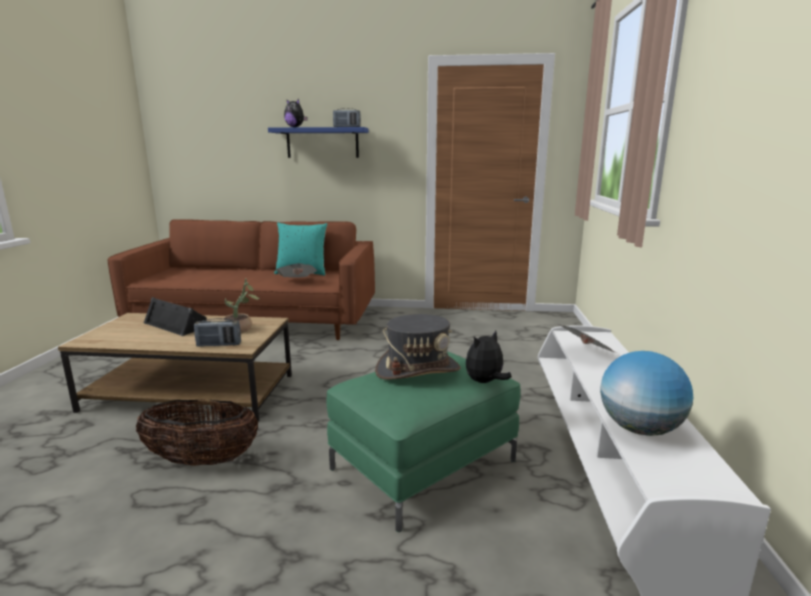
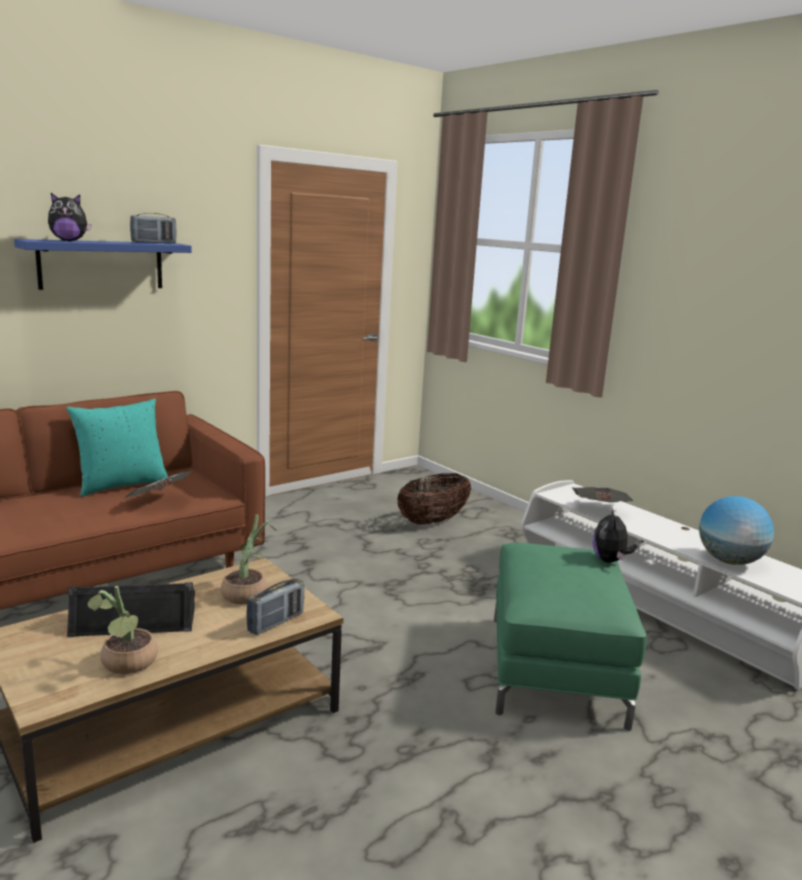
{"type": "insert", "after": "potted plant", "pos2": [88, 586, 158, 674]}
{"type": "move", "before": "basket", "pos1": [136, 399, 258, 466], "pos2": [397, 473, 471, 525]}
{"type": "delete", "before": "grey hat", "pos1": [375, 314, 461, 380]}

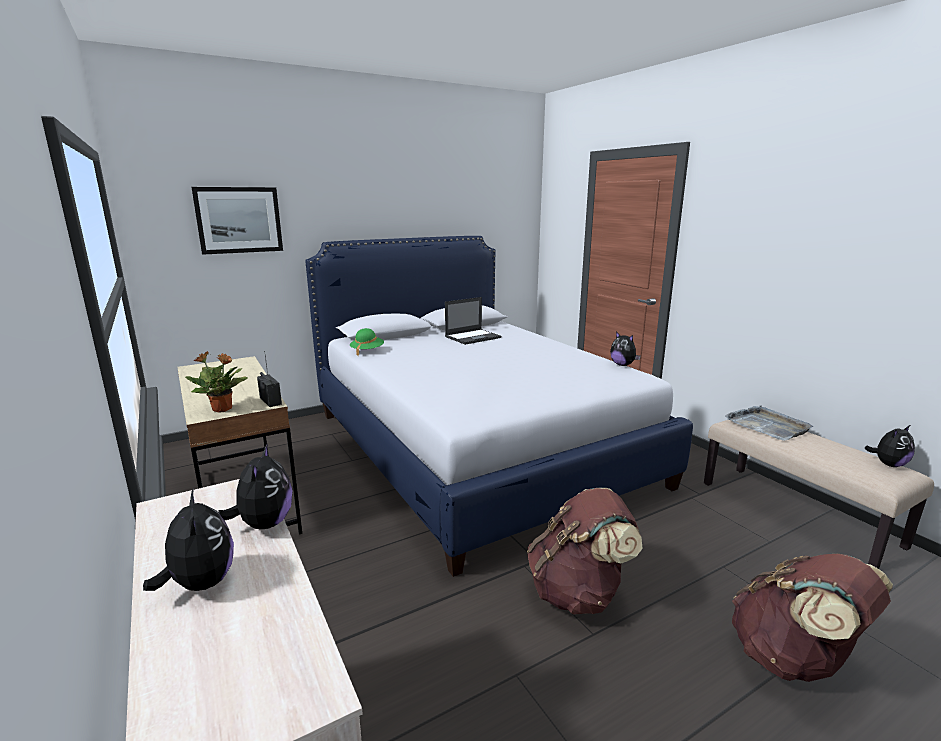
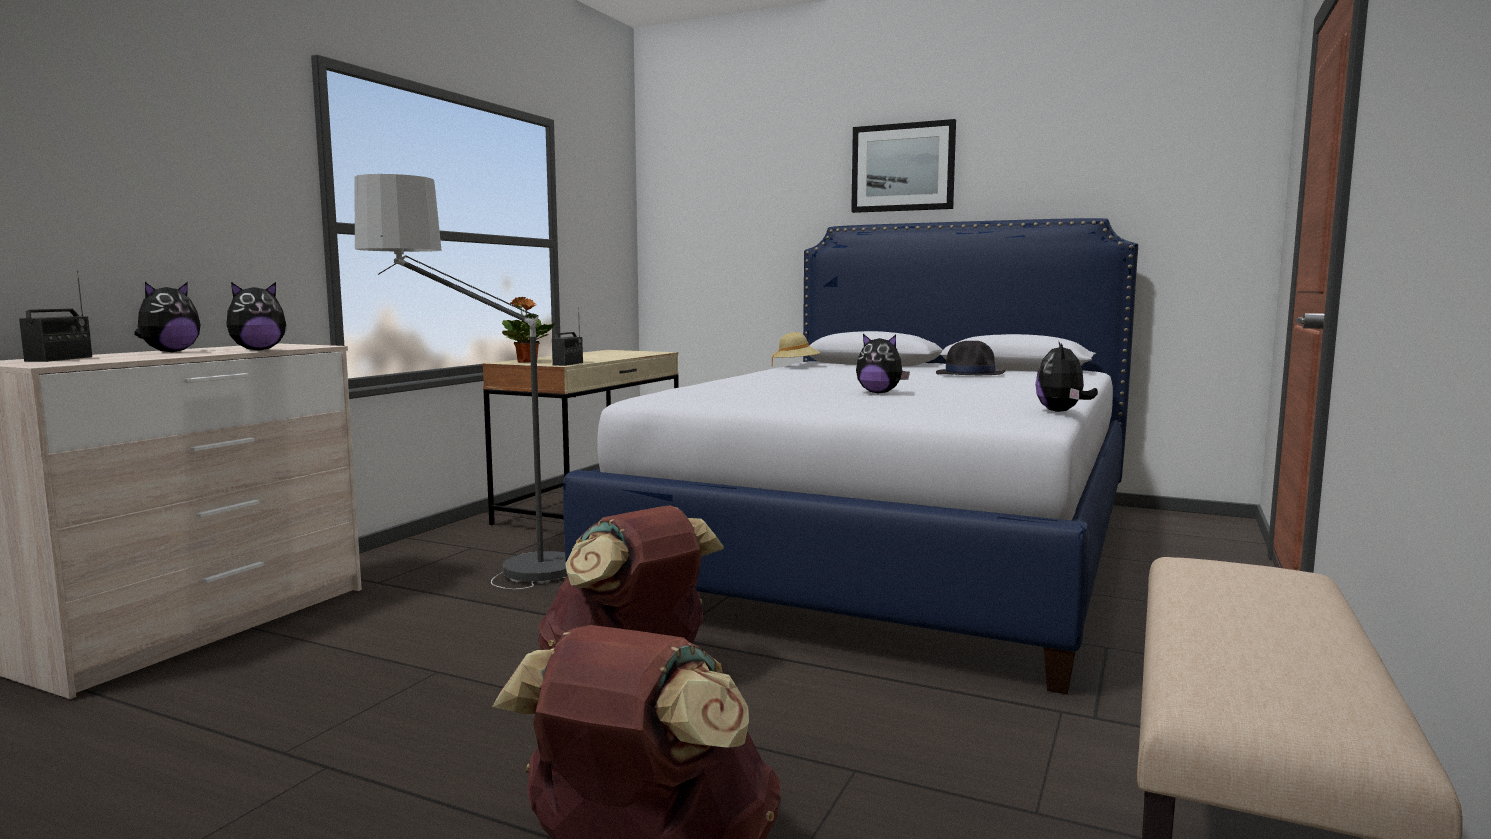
{"type": "insert", "after": "radio", "pos2": [19, 271, 92, 362]}
{"type": "insert", "after": "floor lamp", "pos2": [354, 174, 567, 589]}
{"type": "recolor", "before": "green hat", "after": "beige hat", "pos1": [350, 328, 384, 356], "pos2": [772, 332, 821, 366]}
{"type": "move", "before": "picture", "pos1": [191, 187, 283, 255], "pos2": [851, 119, 956, 213]}
{"type": "move", "before": "plush toy", "pos1": [865, 425, 915, 467], "pos2": [856, 334, 910, 394]}
{"type": "replace", "before": "laptop", "after": "black hat", "pos1": [445, 297, 501, 345], "pos2": [936, 341, 1005, 375]}
{"type": "delete", "before": "grey tray", "pos1": [725, 405, 813, 441]}

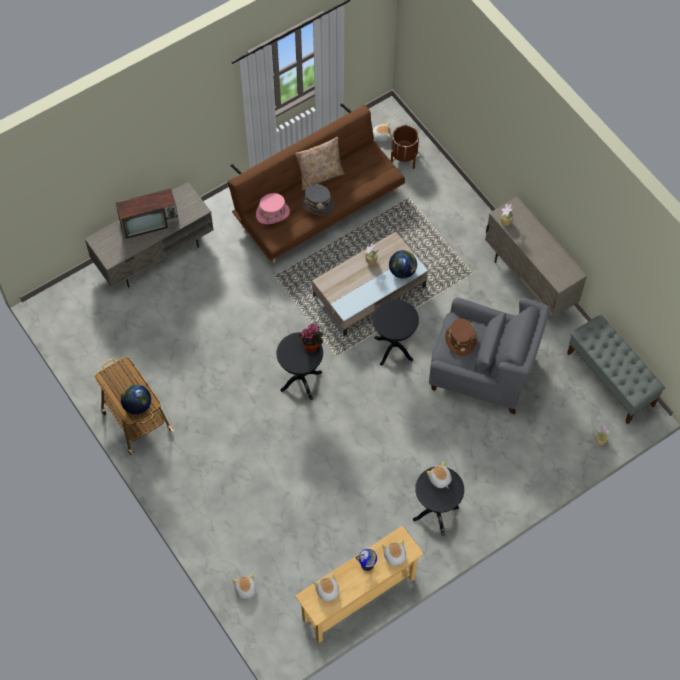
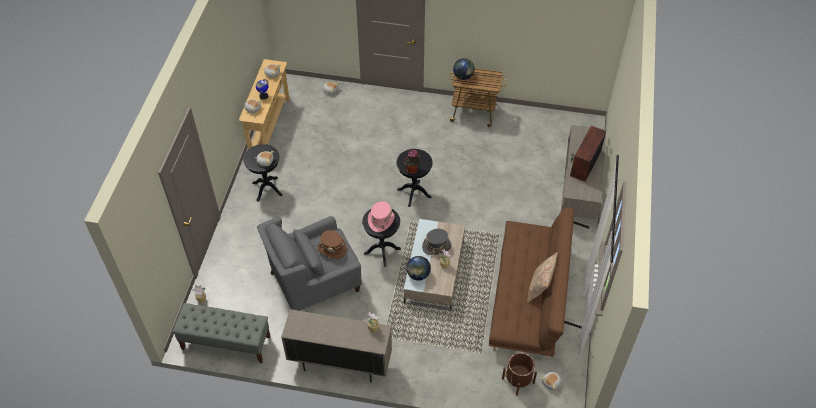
{"type": "move", "before": "pink hat", "pos1": [256, 193, 290, 224], "pos2": [368, 202, 395, 232]}
{"type": "move", "before": "grey hat", "pos1": [301, 184, 335, 215], "pos2": [422, 229, 452, 255]}

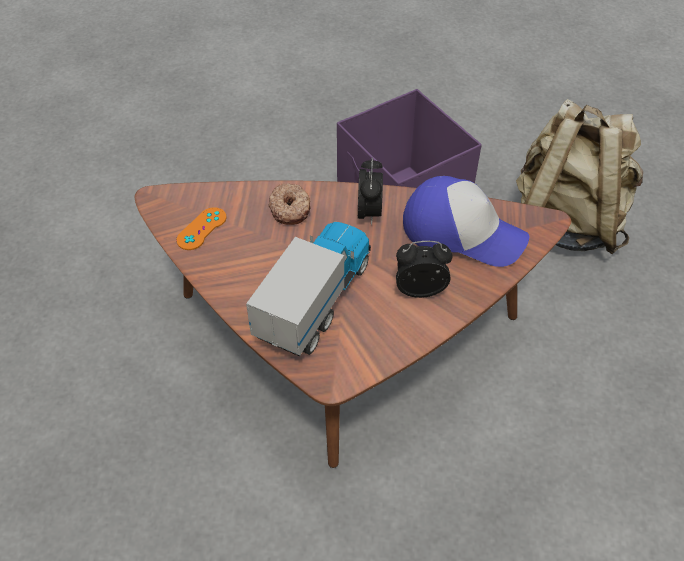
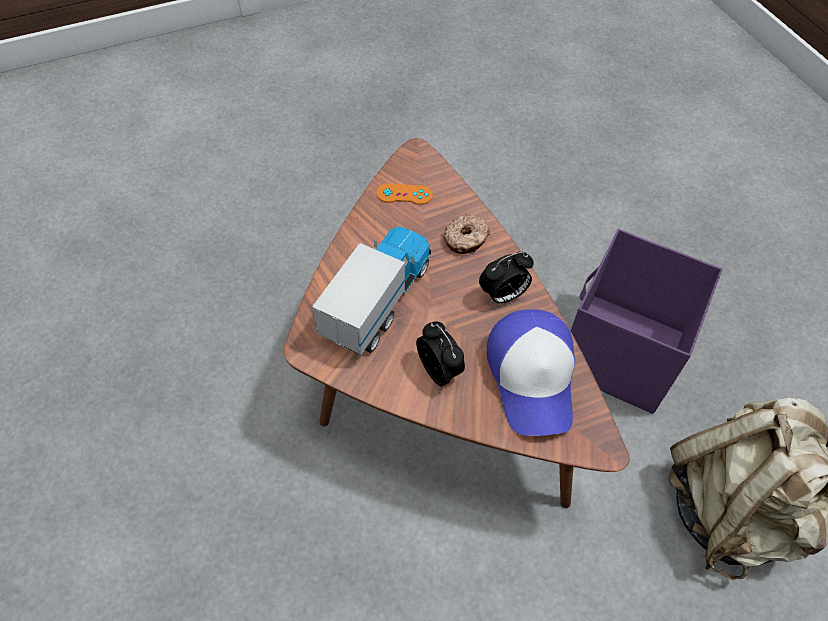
{"type": "rotate", "before": "toy truck", "pos1": [246, 222, 371, 356], "pos2": [312, 227, 431, 355], "turn": -60}

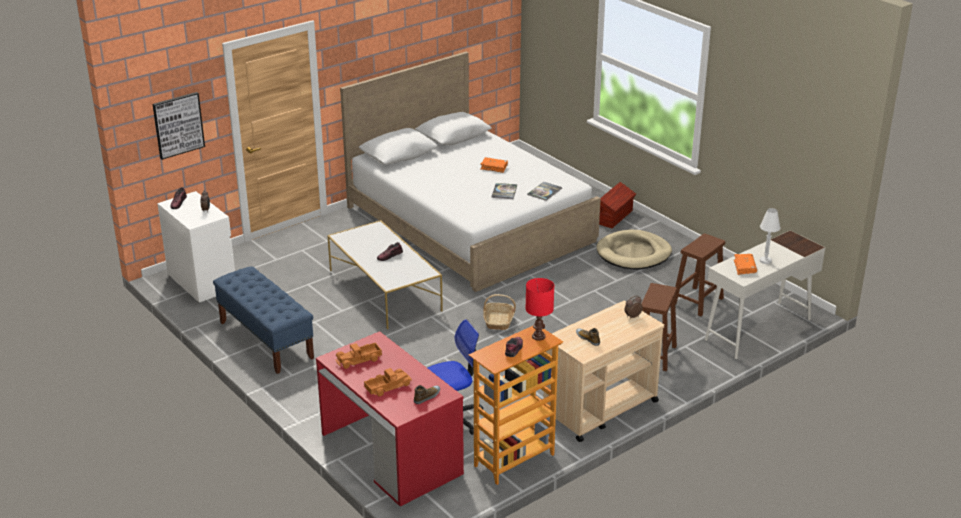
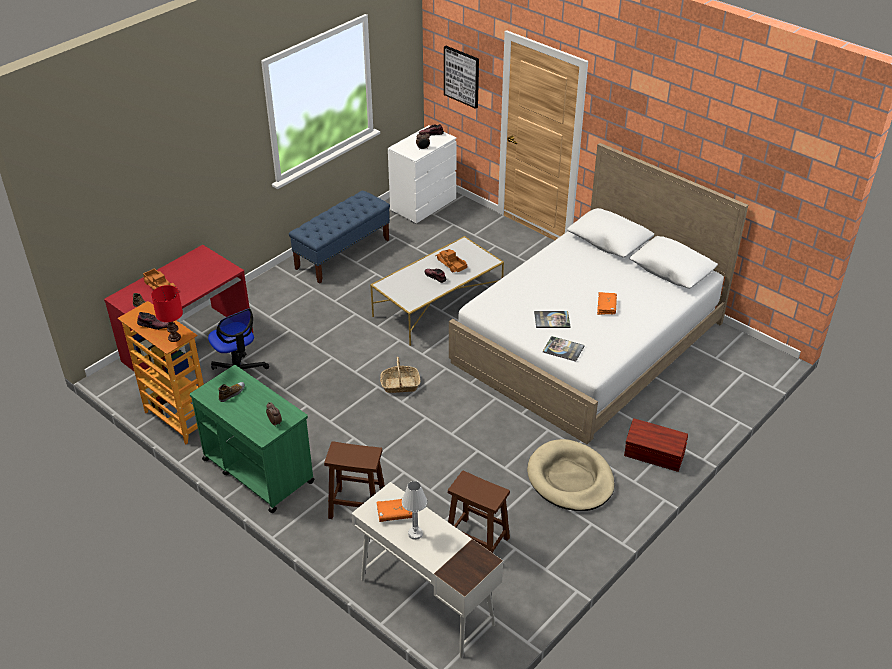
{"type": "recolor", "before": "beige cart", "after": "green cart", "pos1": [544, 301, 664, 442], "pos2": [190, 365, 315, 513]}
{"type": "move", "before": "toy truck", "pos1": [335, 342, 382, 369], "pos2": [435, 249, 467, 272]}

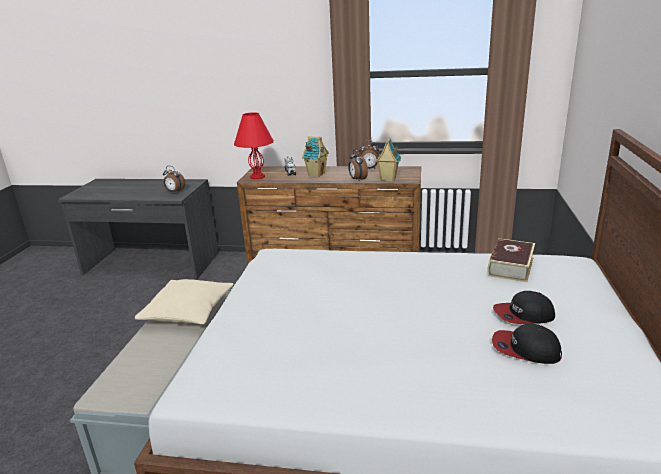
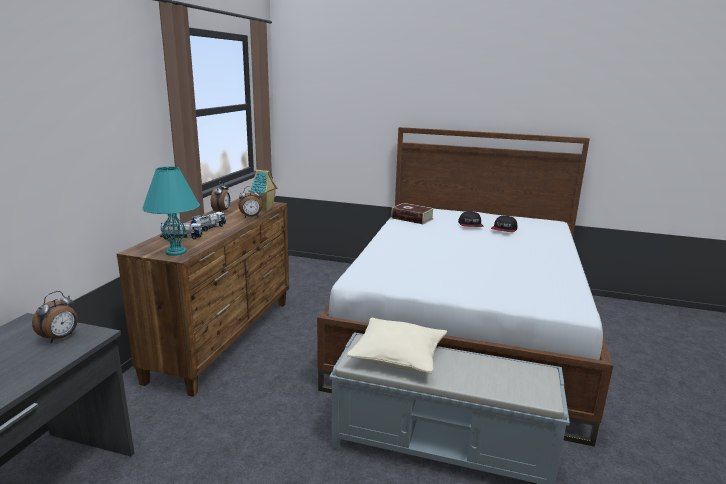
{"type": "recolor", "before": "red table lamp", "after": "turquoise table lamp", "pos1": [234, 112, 274, 179], "pos2": [142, 166, 200, 256]}
{"type": "replace", "before": "toy house", "after": "toy truck", "pos1": [302, 136, 329, 177], "pos2": [191, 212, 226, 232]}

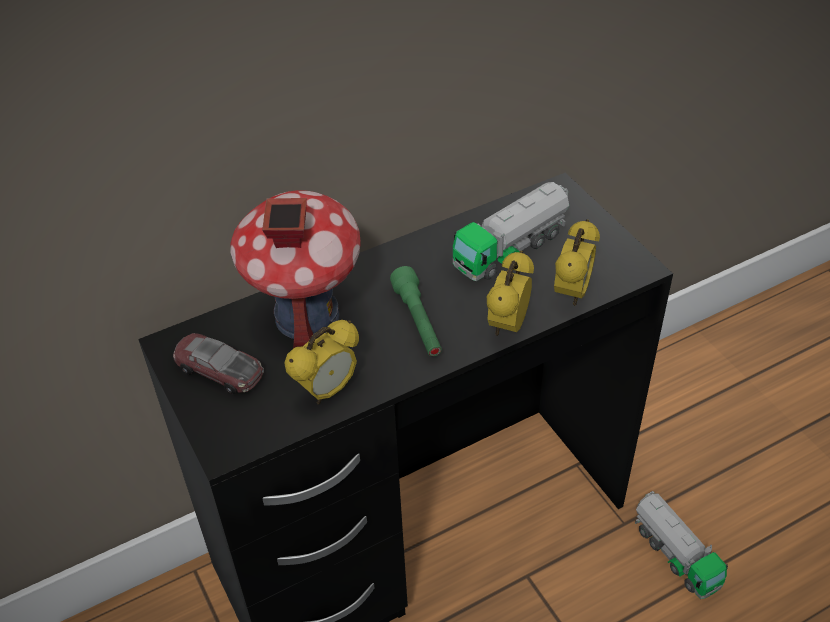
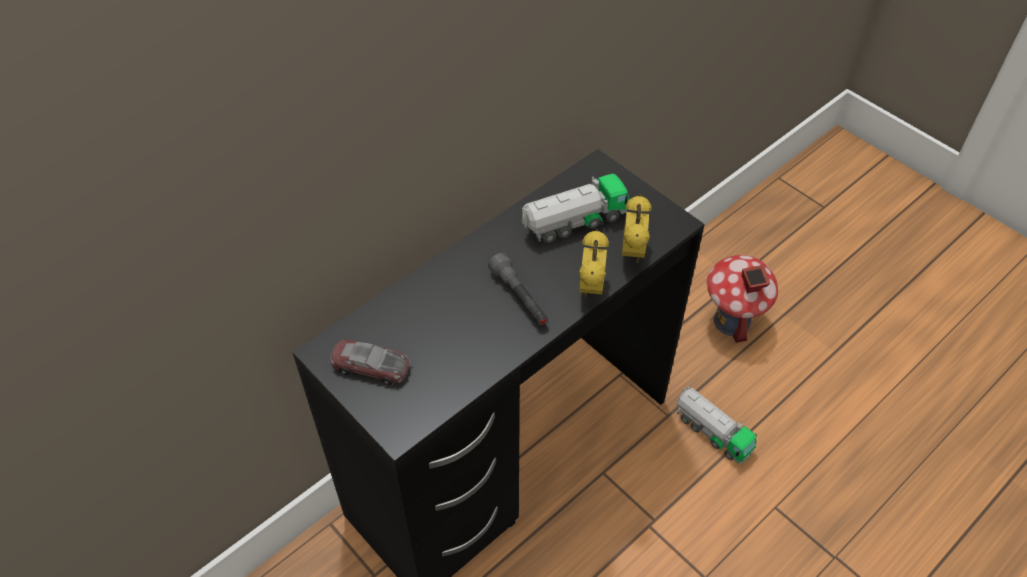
{"type": "recolor", "before": "green flashlight", "after": "grey flashlight", "pos1": [390, 266, 442, 356], "pos2": [488, 253, 548, 325]}
{"type": "rotate", "before": "toy truck", "pos1": [453, 182, 569, 281], "pos2": [522, 174, 629, 243], "turn": -150}
{"type": "move", "before": "toy house", "pos1": [230, 190, 361, 348], "pos2": [707, 255, 778, 343]}
{"type": "delete", "before": "alarm clock", "pos1": [284, 320, 359, 404]}

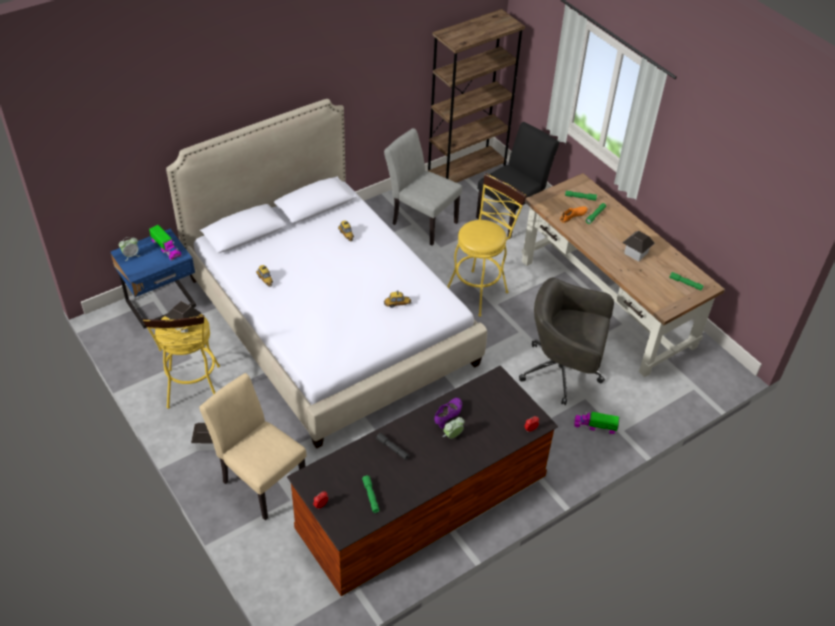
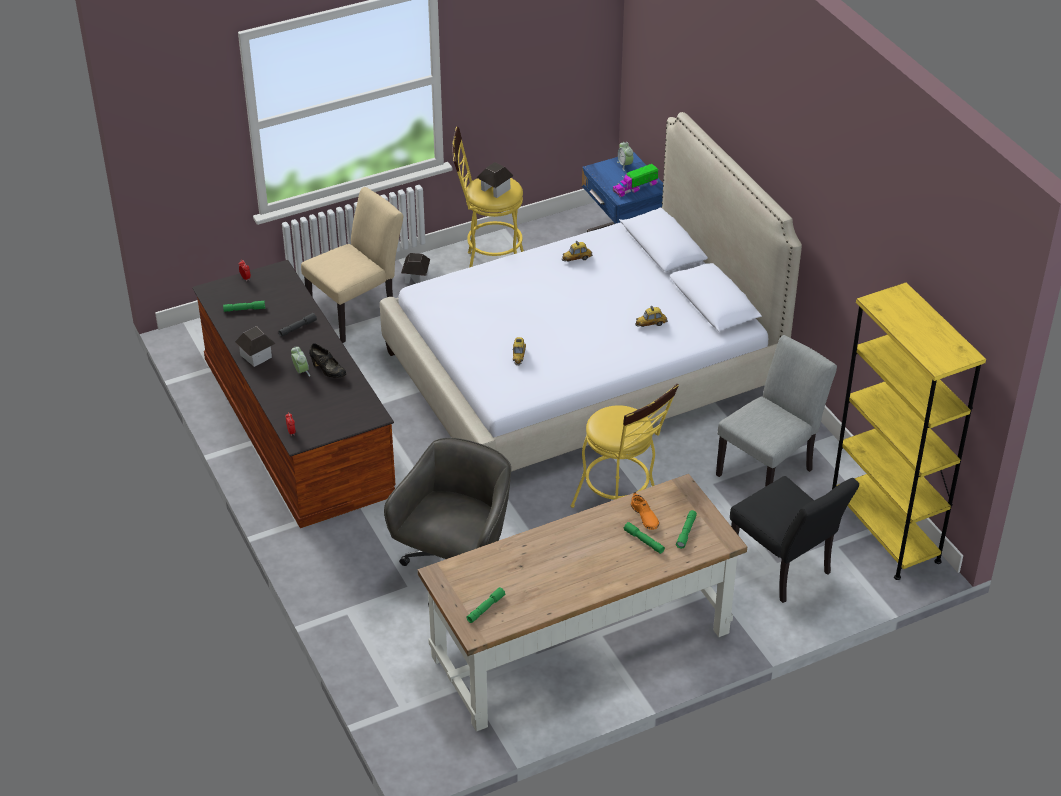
{"type": "move", "before": "toy house", "pos1": [623, 231, 655, 262], "pos2": [235, 326, 276, 367]}
{"type": "recolor", "before": "purple shoe", "after": "black shoe", "pos1": [434, 398, 462, 428], "pos2": [309, 343, 346, 378]}
{"type": "recolor", "before": "brown bookcase", "after": "yellow bookcase", "pos1": [428, 9, 525, 183], "pos2": [832, 282, 986, 580]}
{"type": "delete", "before": "toy truck", "pos1": [574, 412, 619, 434]}

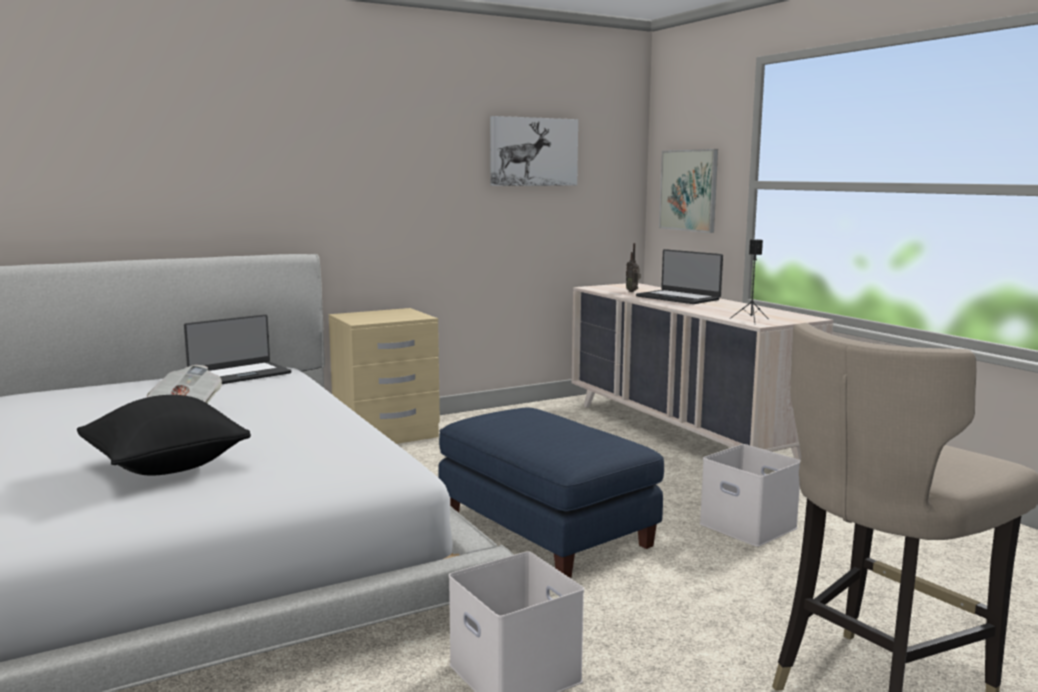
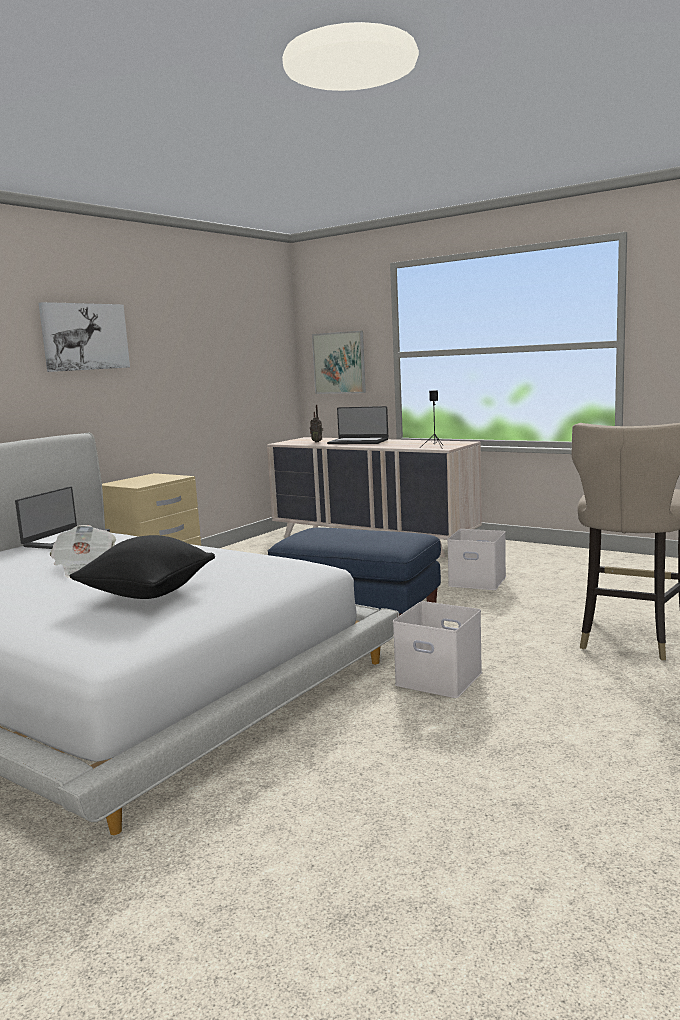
{"type": "move", "before": "picture", "pos1": [490, 116, 578, 186], "pos2": [39, 302, 130, 372]}

